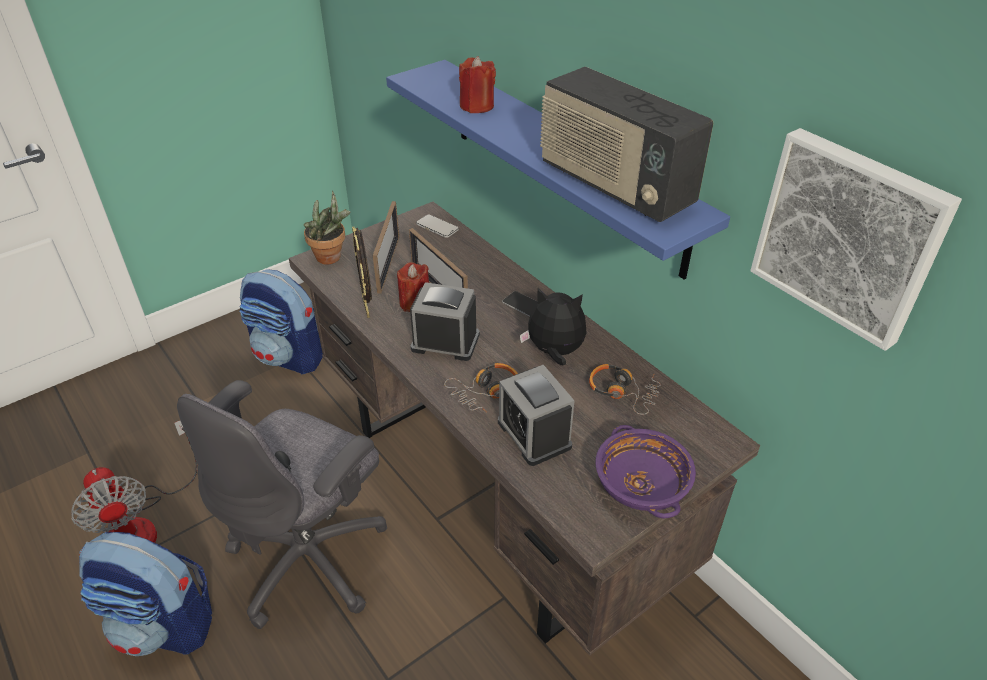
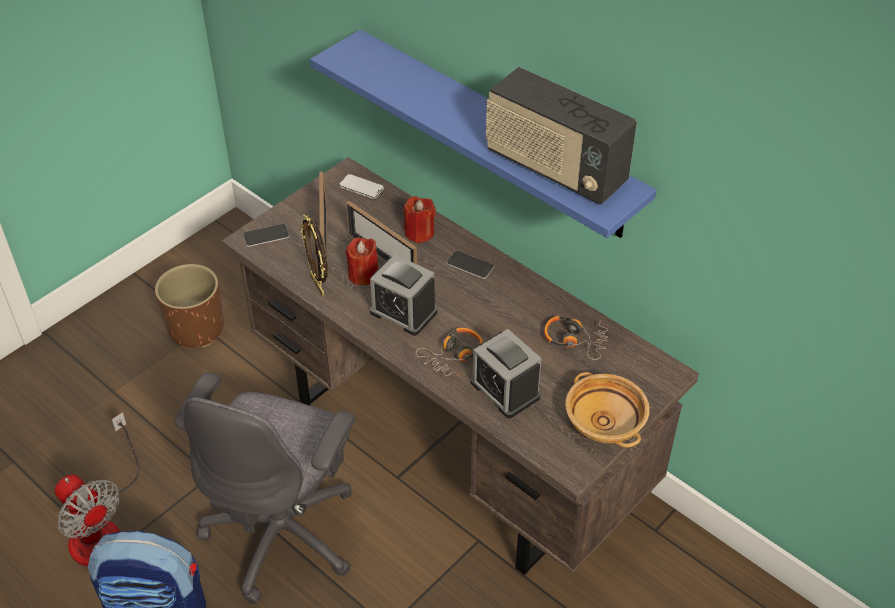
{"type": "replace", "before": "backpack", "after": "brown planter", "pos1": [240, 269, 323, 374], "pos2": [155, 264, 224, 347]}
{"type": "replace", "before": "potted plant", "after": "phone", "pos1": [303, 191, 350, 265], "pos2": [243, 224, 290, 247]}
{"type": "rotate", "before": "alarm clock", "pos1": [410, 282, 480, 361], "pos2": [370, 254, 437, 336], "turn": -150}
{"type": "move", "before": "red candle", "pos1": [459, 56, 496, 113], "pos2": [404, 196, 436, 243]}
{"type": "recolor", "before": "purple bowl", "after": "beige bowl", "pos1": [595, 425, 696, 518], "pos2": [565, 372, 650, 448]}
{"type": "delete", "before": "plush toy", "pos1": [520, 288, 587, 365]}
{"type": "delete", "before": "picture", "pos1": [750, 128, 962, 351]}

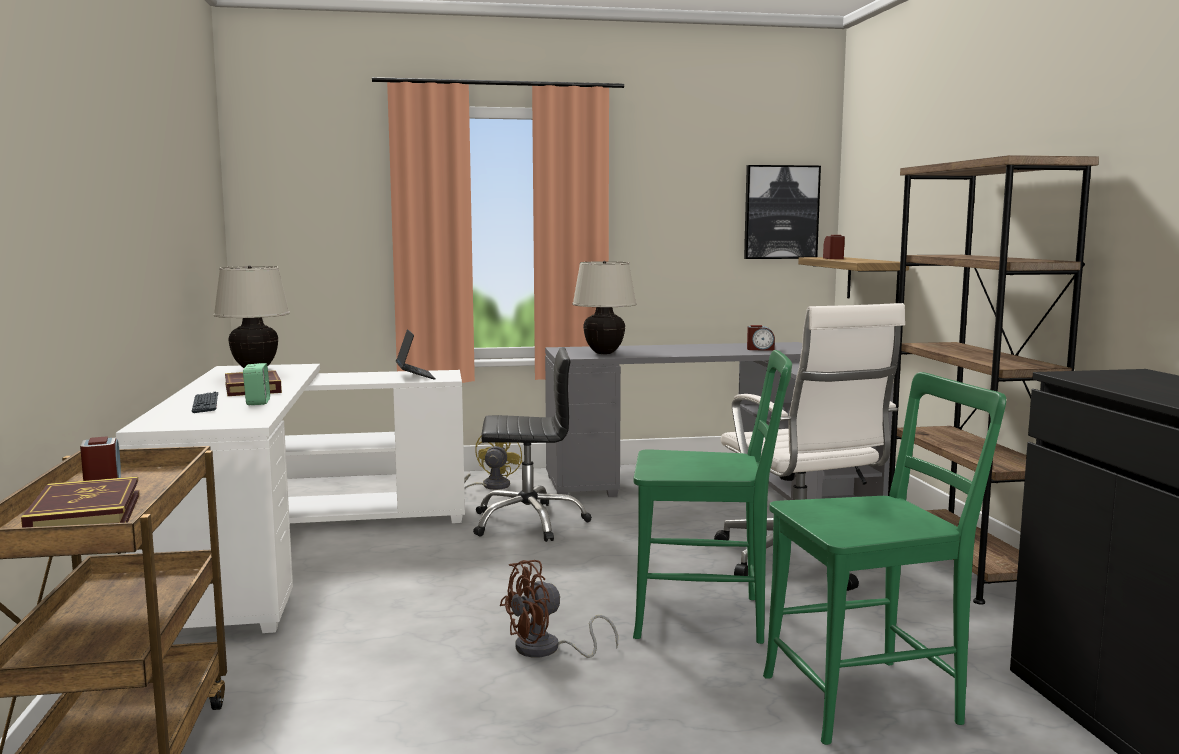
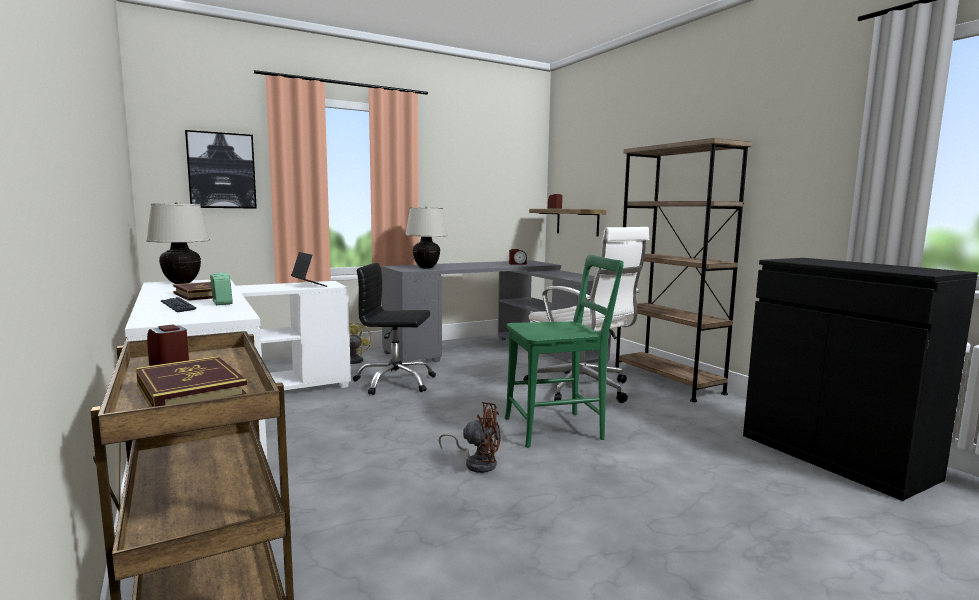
{"type": "move", "before": "picture", "pos1": [744, 165, 821, 259], "pos2": [185, 130, 257, 209]}
{"type": "rotate", "before": "black office chair", "pos1": [473, 347, 592, 542], "pos2": [353, 263, 436, 395], "turn": -150}
{"type": "rotate", "before": "brown fan", "pos1": [500, 560, 618, 658], "pos2": [439, 402, 501, 473], "turn": -120}
{"type": "delete", "before": "green chair", "pos1": [763, 372, 1006, 745]}

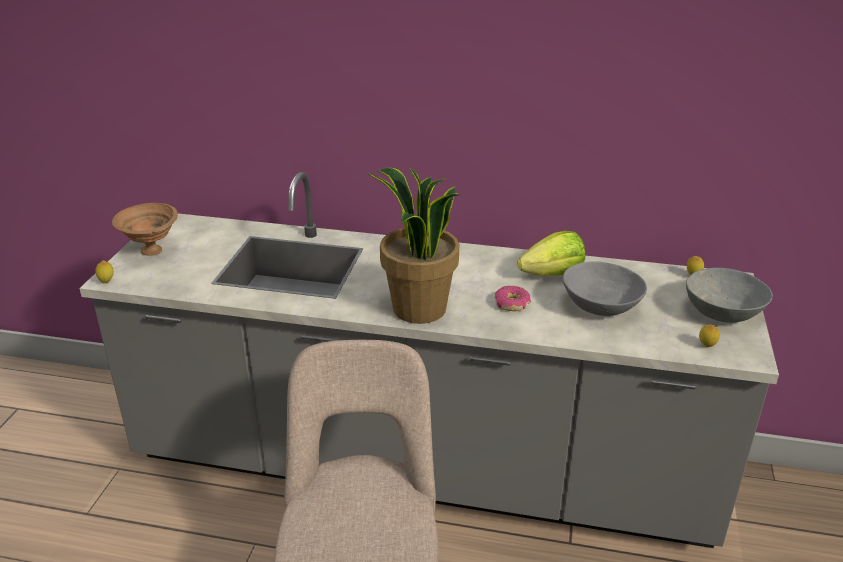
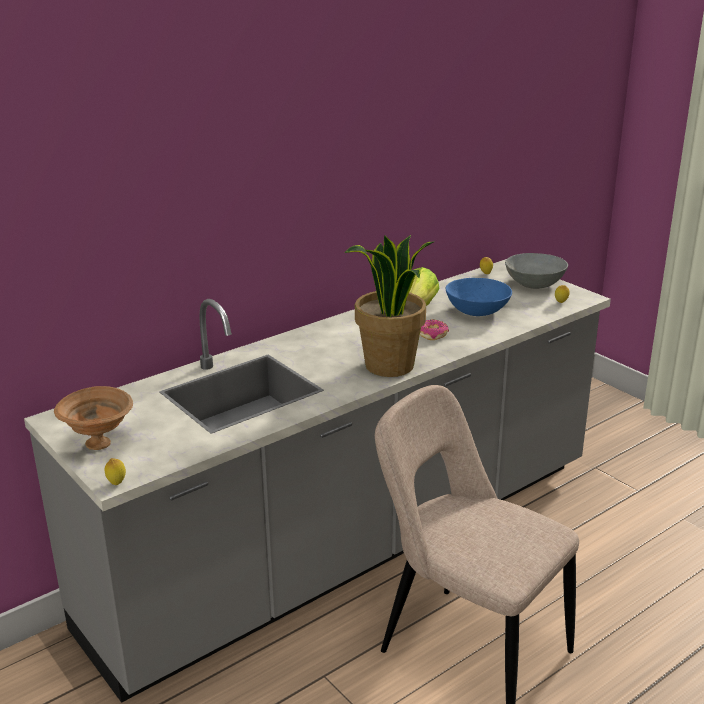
{"type": "recolor", "before": "grey bowl", "after": "blue bowl", "pos1": [563, 261, 647, 316], "pos2": [446, 278, 512, 316]}

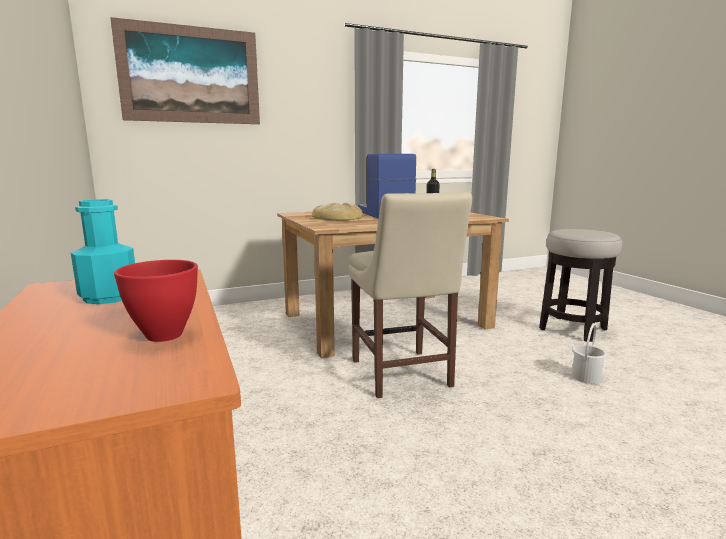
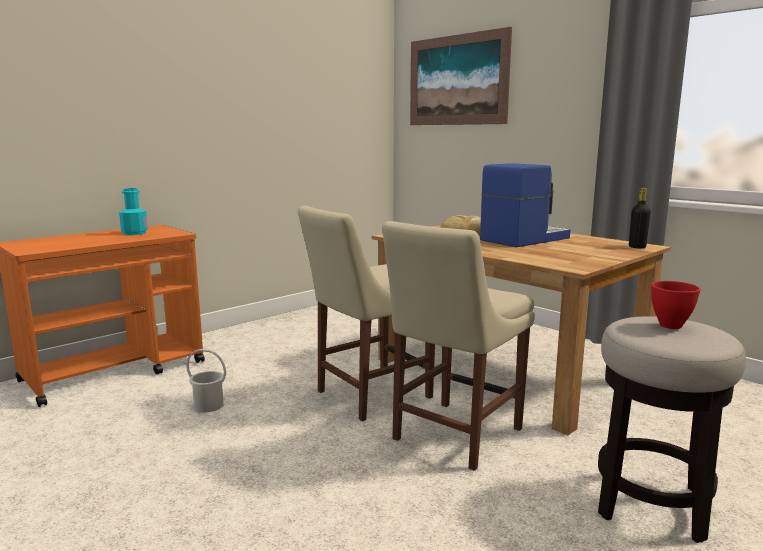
{"type": "move", "before": "white bucket", "pos1": [572, 323, 607, 384], "pos2": [186, 349, 226, 412]}
{"type": "insert", "after": "beige chair", "pos2": [382, 221, 535, 471]}
{"type": "move", "before": "red bowl", "pos1": [114, 260, 198, 342], "pos2": [651, 281, 700, 329]}

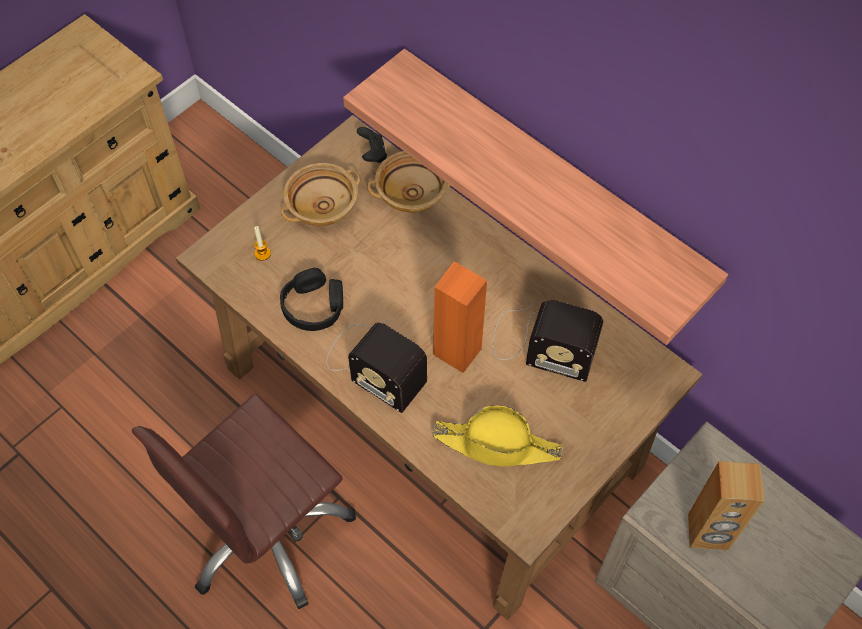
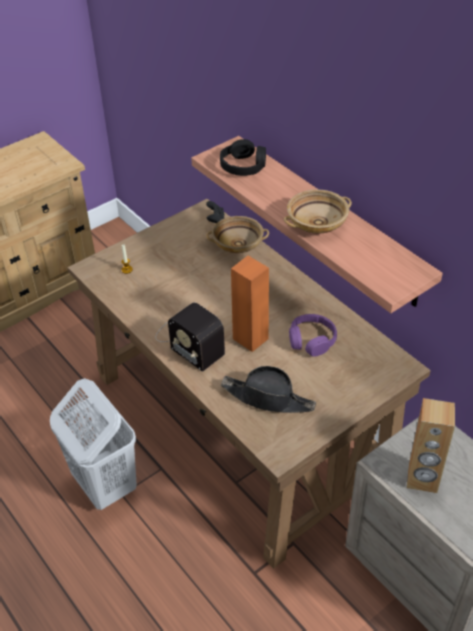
{"type": "replace", "before": "brown office chair", "after": "white laundry basket", "pos1": [132, 394, 356, 609], "pos2": [50, 378, 137, 510]}
{"type": "move", "before": "black headphones", "pos1": [280, 268, 343, 331], "pos2": [220, 139, 266, 176]}
{"type": "recolor", "before": "yellow hat", "after": "black hat", "pos1": [433, 405, 563, 466], "pos2": [221, 366, 316, 413]}
{"type": "move", "before": "beige bowl", "pos1": [281, 163, 360, 226], "pos2": [284, 189, 352, 234]}
{"type": "replace", "before": "radio", "after": "purple headphones", "pos1": [493, 299, 603, 382], "pos2": [289, 314, 337, 357]}

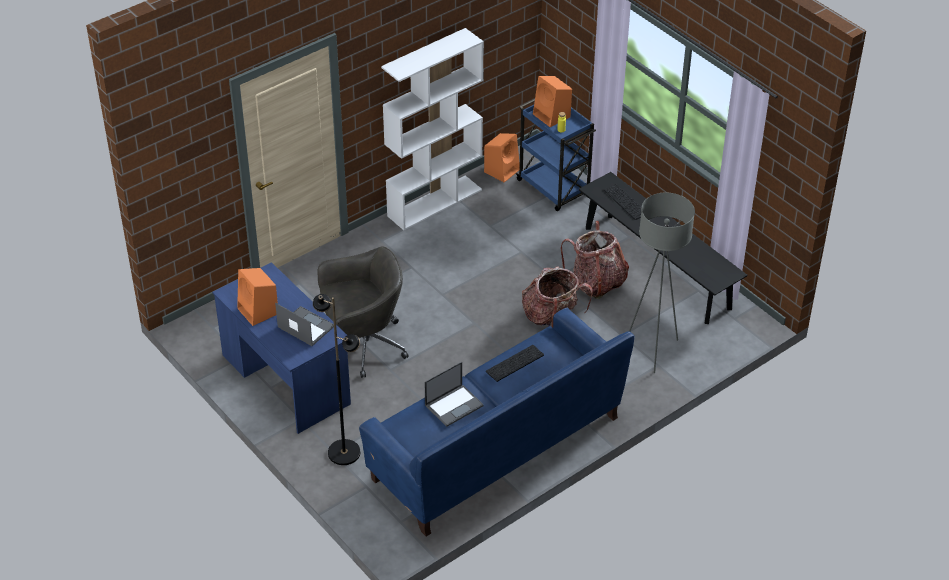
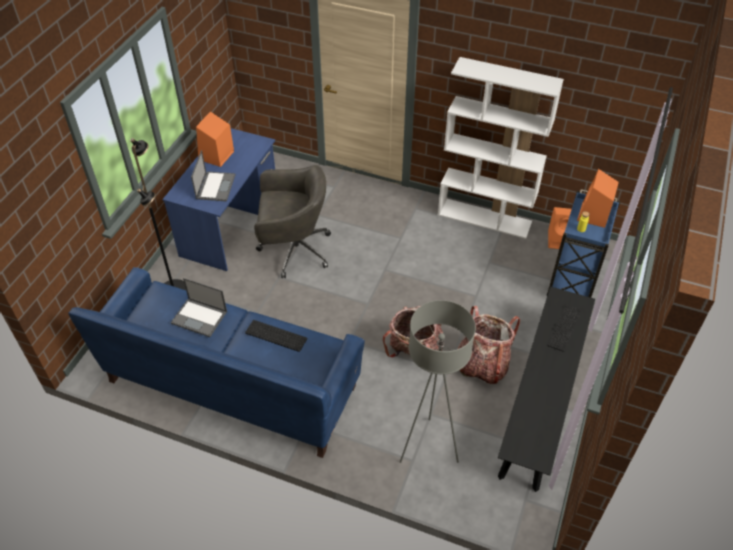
{"type": "rotate", "before": "grey office chair", "pos1": [317, 246, 409, 378], "pos2": [254, 165, 331, 278], "turn": -45}

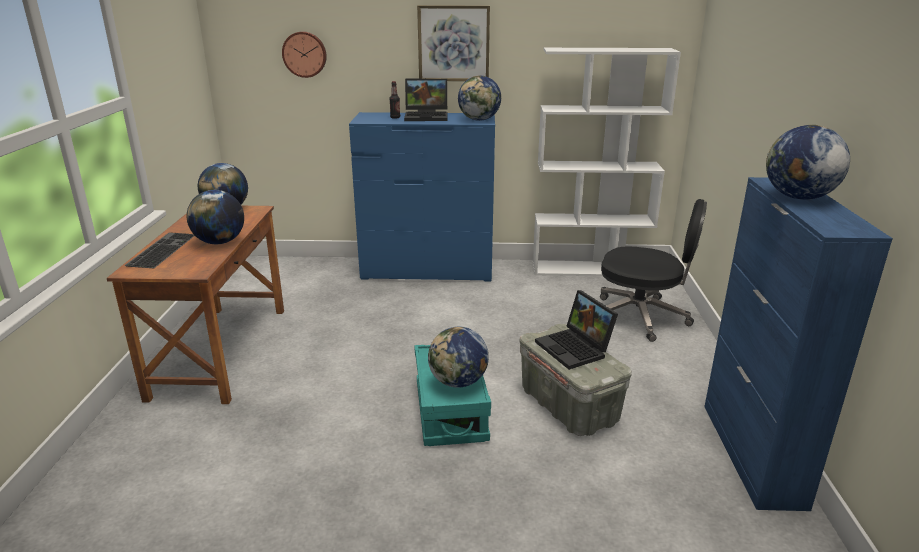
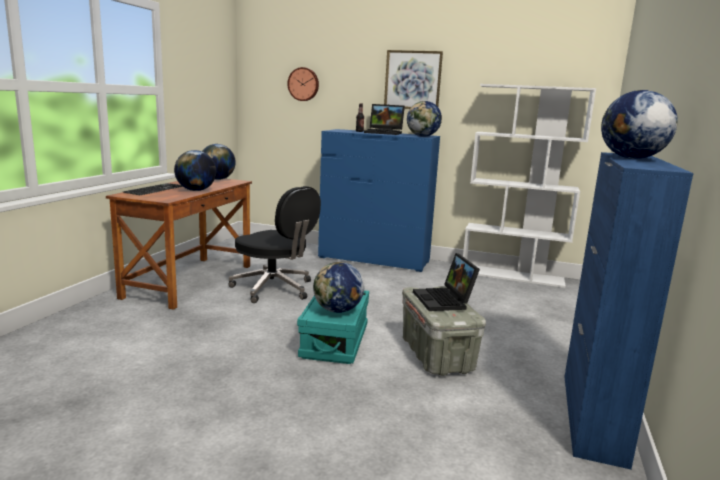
{"type": "move", "before": "black office chair", "pos1": [600, 199, 707, 342], "pos2": [228, 186, 321, 303]}

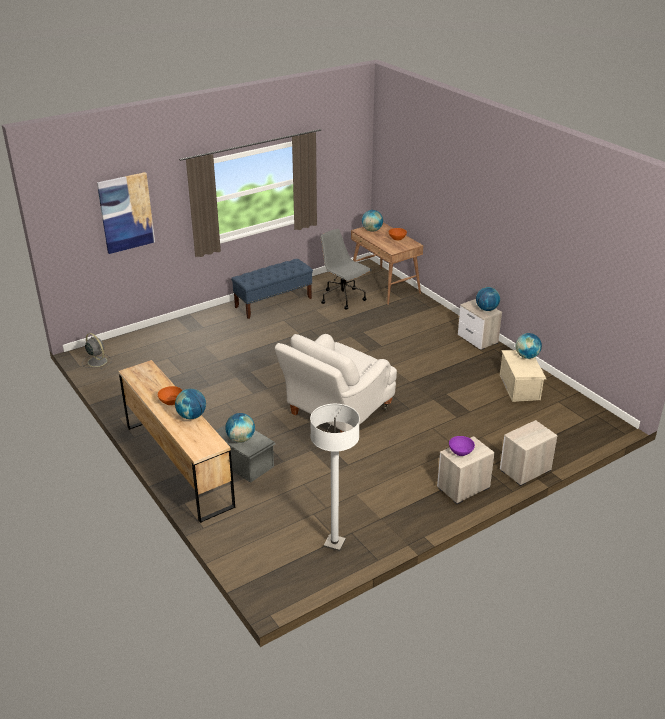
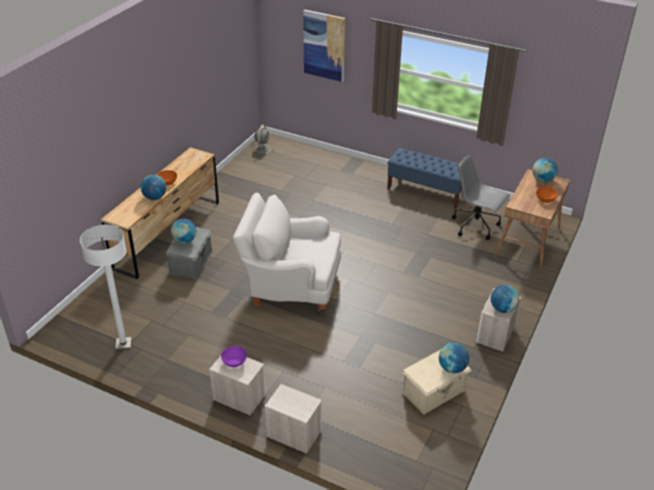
{"type": "rotate", "before": "grey office chair", "pos1": [321, 229, 371, 310], "pos2": [452, 155, 511, 240], "turn": -75}

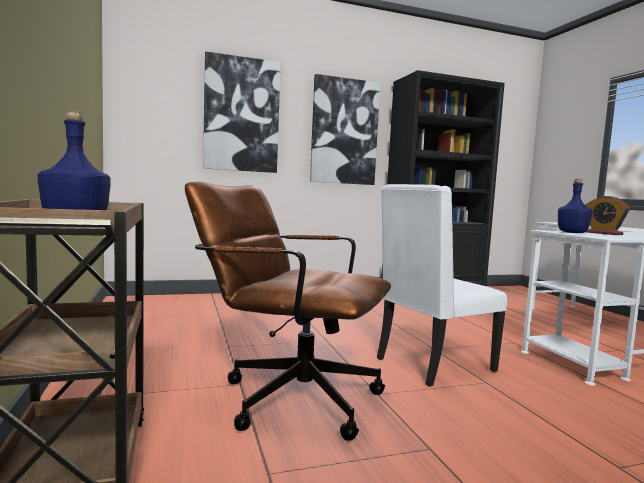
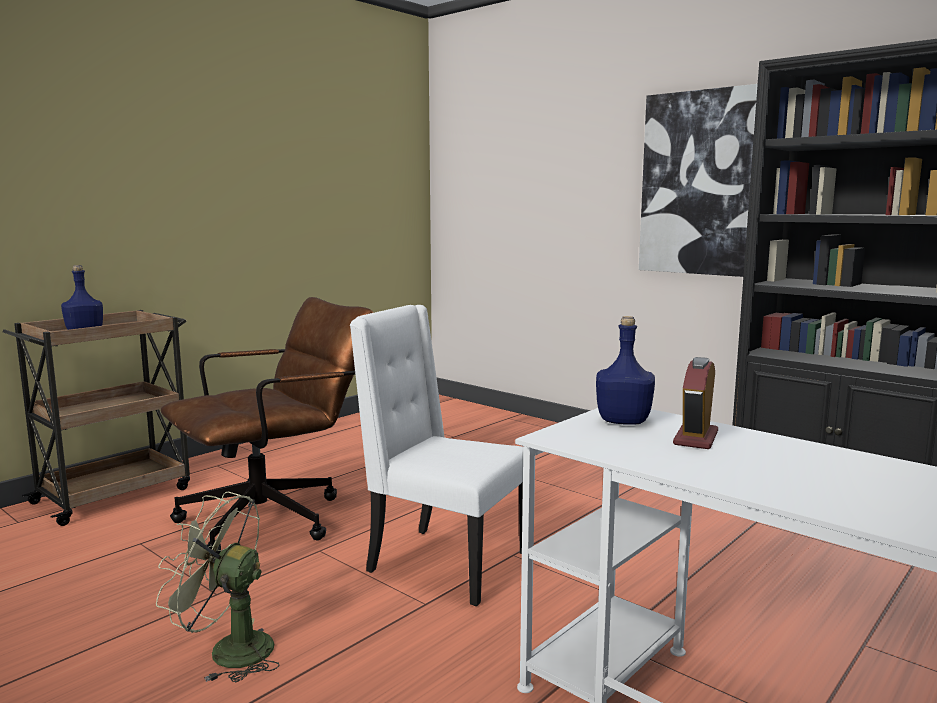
{"type": "insert", "after": "green fan", "pos2": [156, 492, 280, 682]}
{"type": "rotate", "before": "brown office chair", "pos1": [185, 182, 391, 441], "pos2": [161, 297, 373, 557], "turn": 60}
{"type": "delete", "before": "picture", "pos1": [203, 51, 281, 173]}

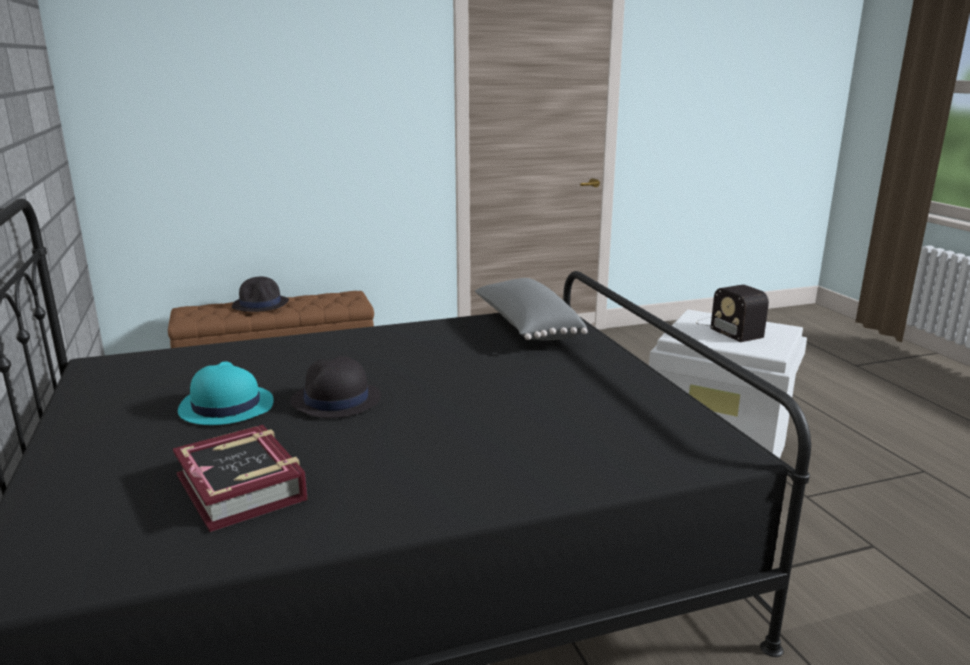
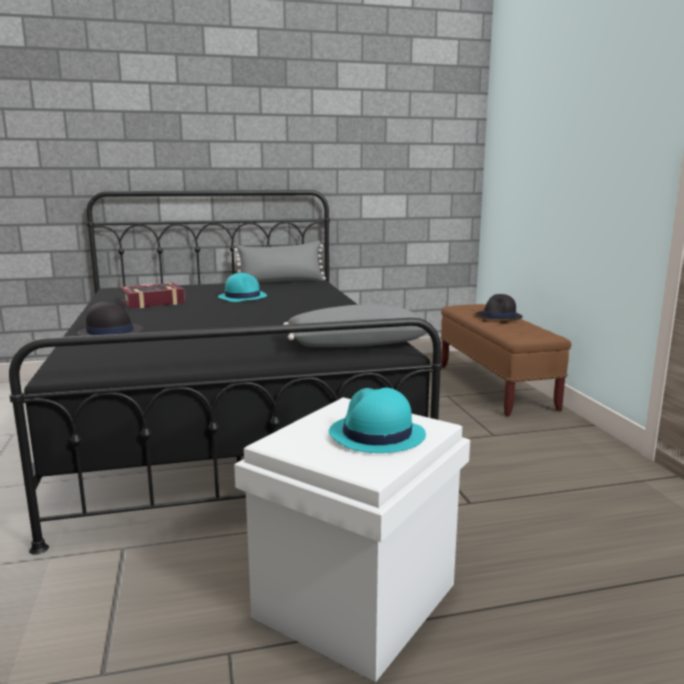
{"type": "move", "before": "black hat", "pos1": [290, 356, 381, 418], "pos2": [77, 301, 143, 336]}
{"type": "insert", "after": "grey pillow", "pos2": [234, 241, 326, 283]}
{"type": "replace", "before": "radio", "after": "turquoise hat", "pos1": [696, 285, 769, 342], "pos2": [329, 388, 426, 453]}

